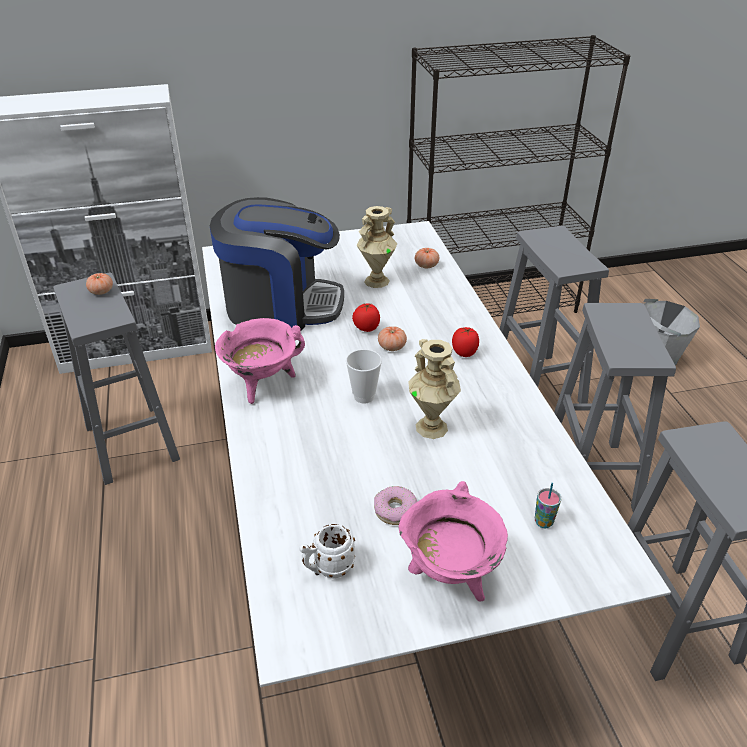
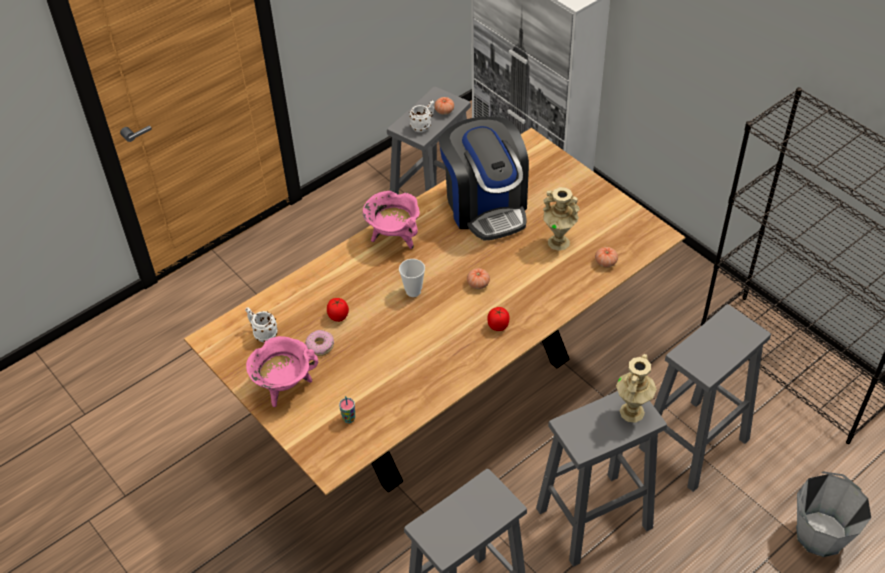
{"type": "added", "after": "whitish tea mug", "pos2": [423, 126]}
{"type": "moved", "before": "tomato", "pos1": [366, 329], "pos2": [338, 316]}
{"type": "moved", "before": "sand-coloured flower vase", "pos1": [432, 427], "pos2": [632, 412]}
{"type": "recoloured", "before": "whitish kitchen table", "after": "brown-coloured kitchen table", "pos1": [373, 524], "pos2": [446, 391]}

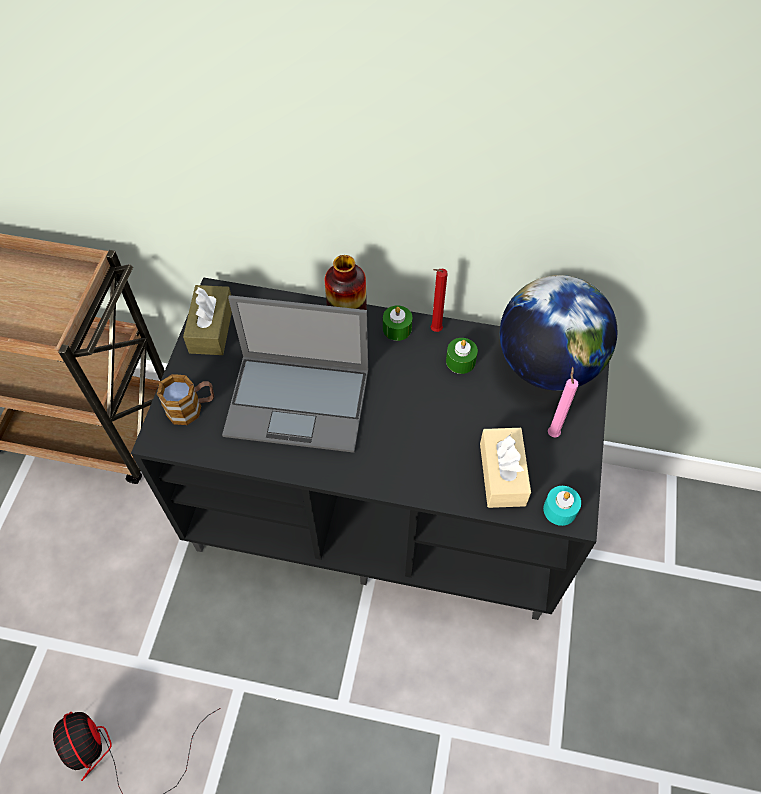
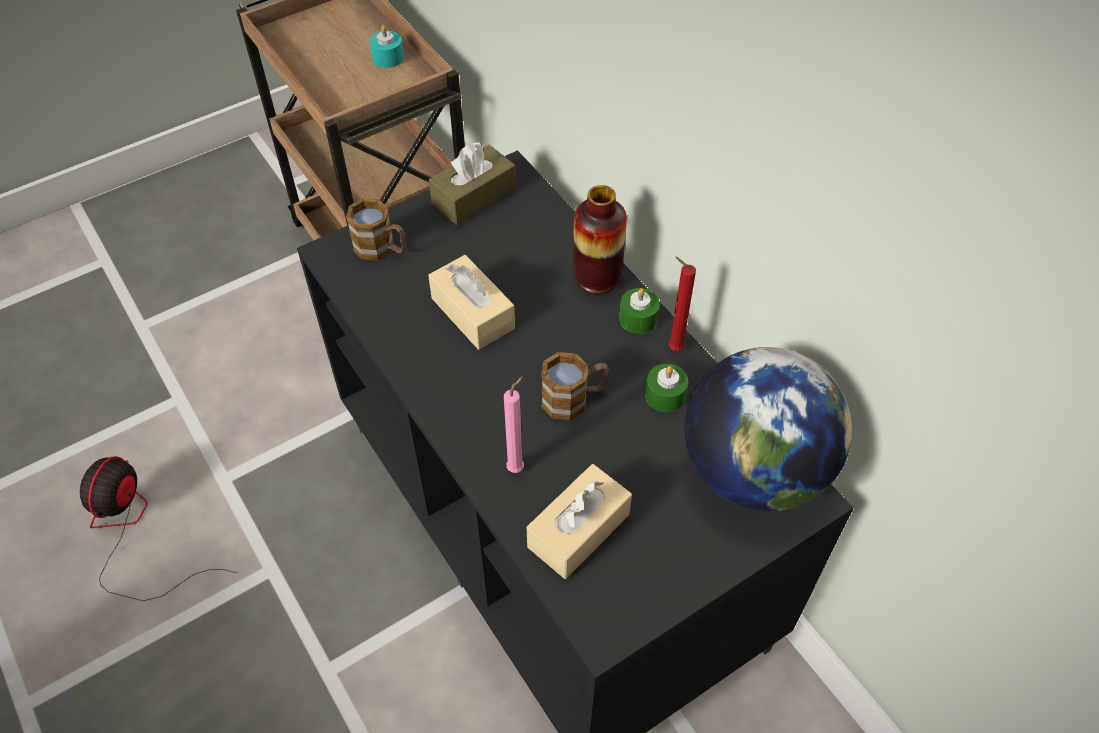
{"type": "added", "after": "tea mug", "pos2": [574, 399]}
{"type": "moved", "before": "blue-green wax light", "pos1": [559, 510], "pos2": [388, 58]}
{"type": "moved", "before": "pink wax light", "pos1": [553, 432], "pos2": [517, 467]}
{"type": "replaced", "before": "laptop", "after": "sand-coloured tissue box", "pos1": [299, 402], "pos2": [472, 313]}

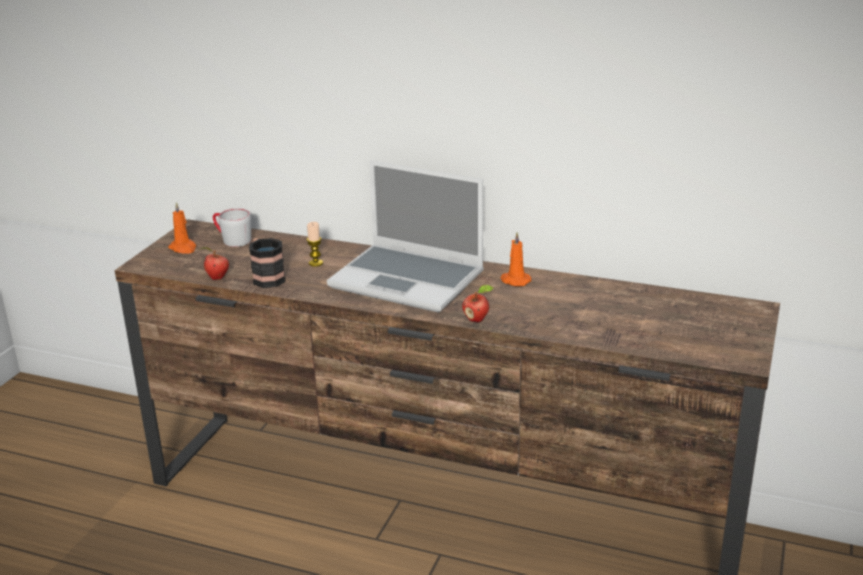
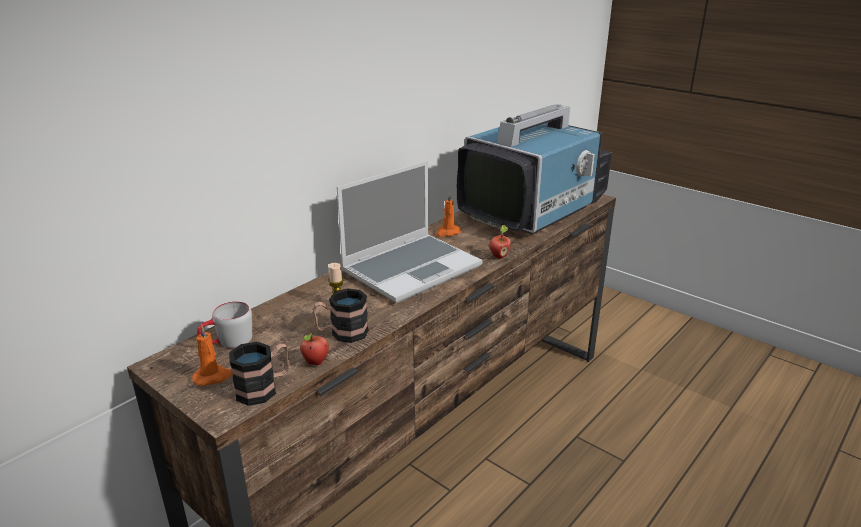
{"type": "added", "after": "tea mug", "pos2": [264, 388]}
{"type": "added", "after": "TV set", "pos2": [534, 210]}

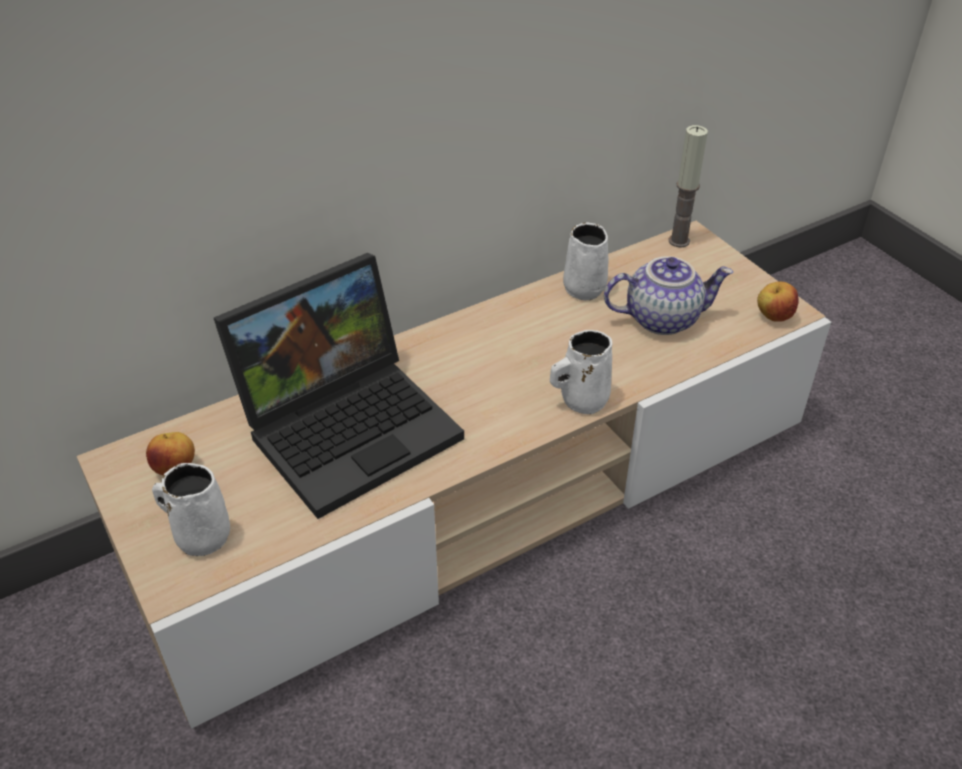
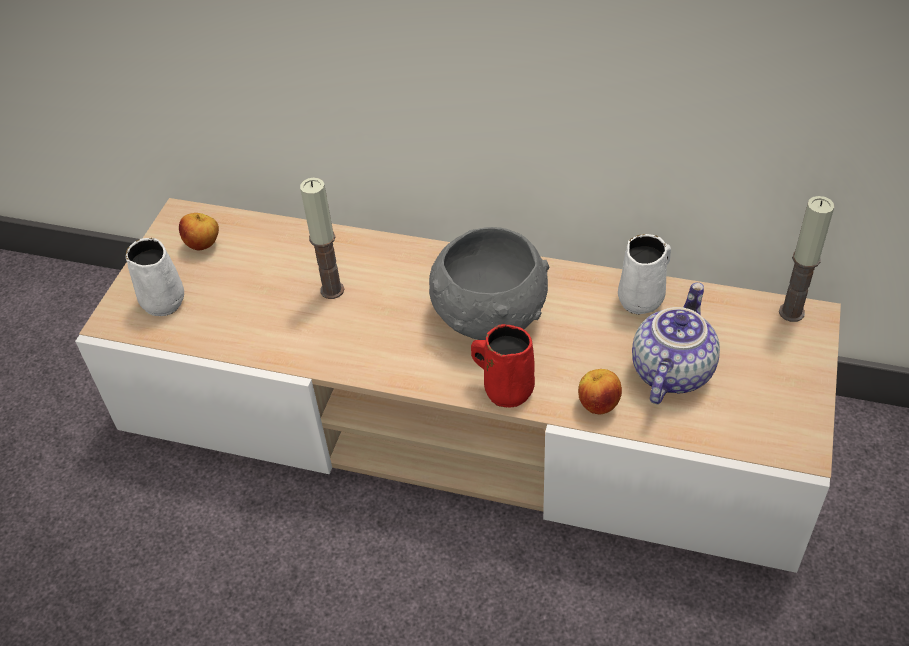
{"type": "added", "after": "grey bowl", "pos2": [488, 315]}
{"type": "moved", "before": "whole apple", "pos1": [773, 317], "pos2": [598, 405]}
{"type": "replaced", "before": "laptop", "after": "wax light", "pos1": [351, 425], "pos2": [332, 290]}
{"type": "recoloured", "before": "whitish tea mug", "after": "reddish tea mug", "pos1": [581, 400], "pos2": [506, 389]}
{"type": "turned", "before": "pot for tea", "pos1": [662, 318], "pos2": [670, 370], "turn": -105}

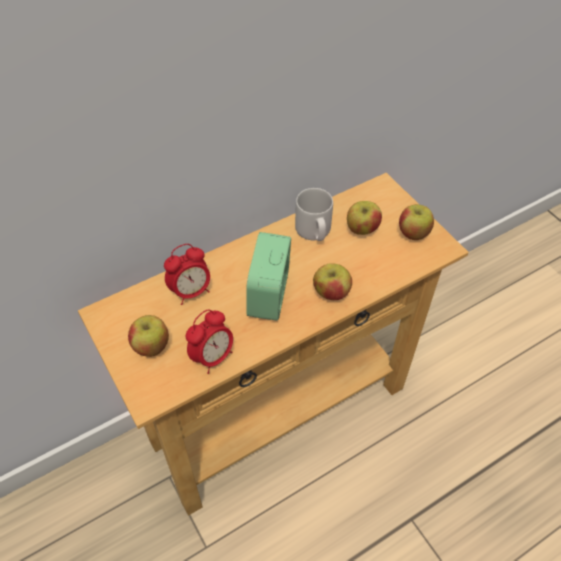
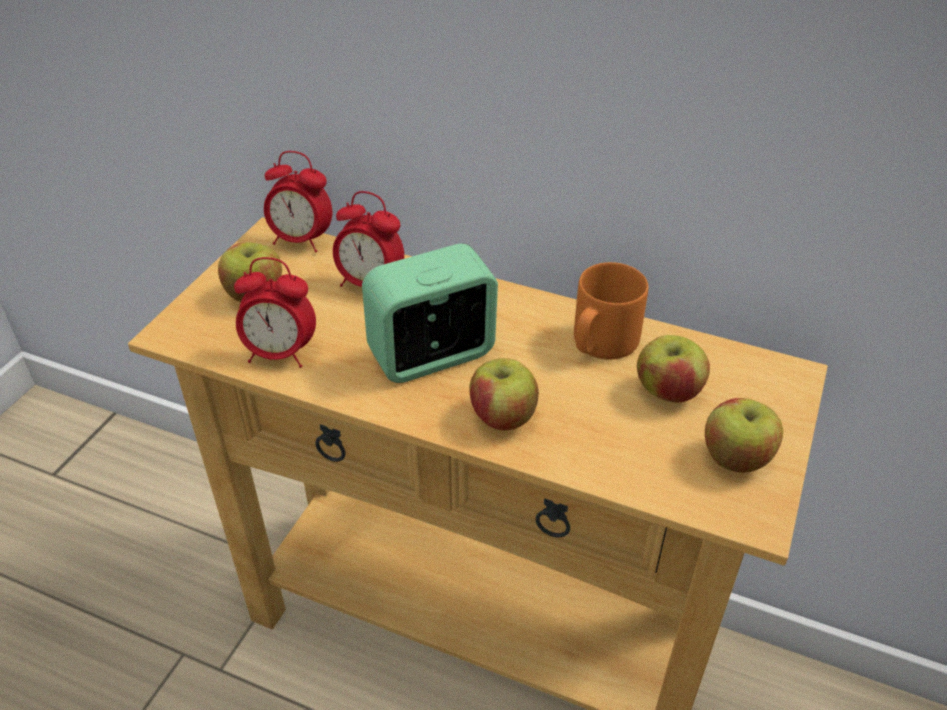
{"type": "added", "after": "table clock", "pos2": [301, 241]}
{"type": "recoloured", "before": "grey tea mug", "after": "orangey tea mug", "pos1": [314, 231], "pos2": [601, 344]}

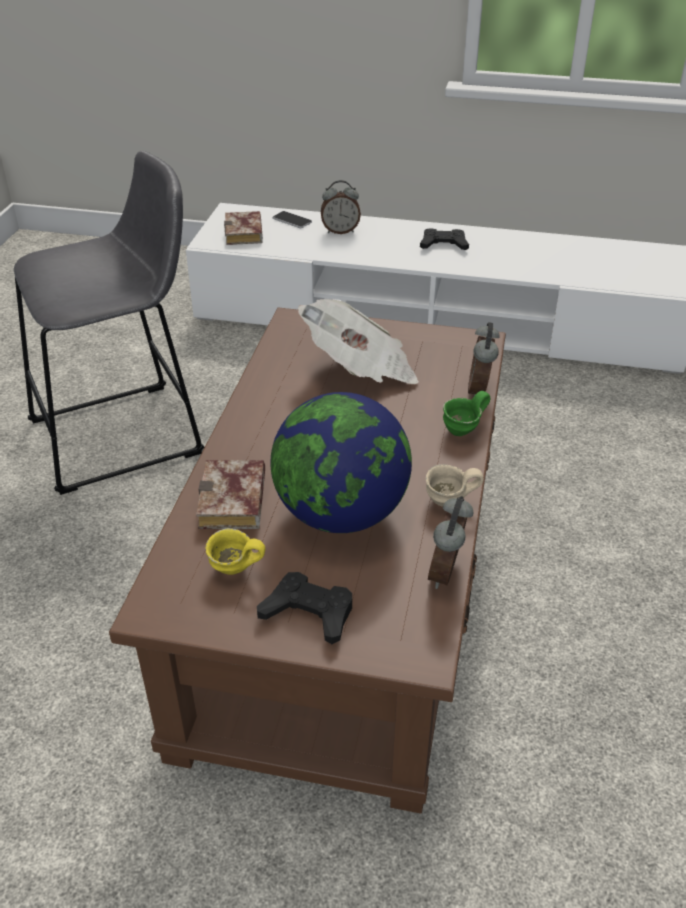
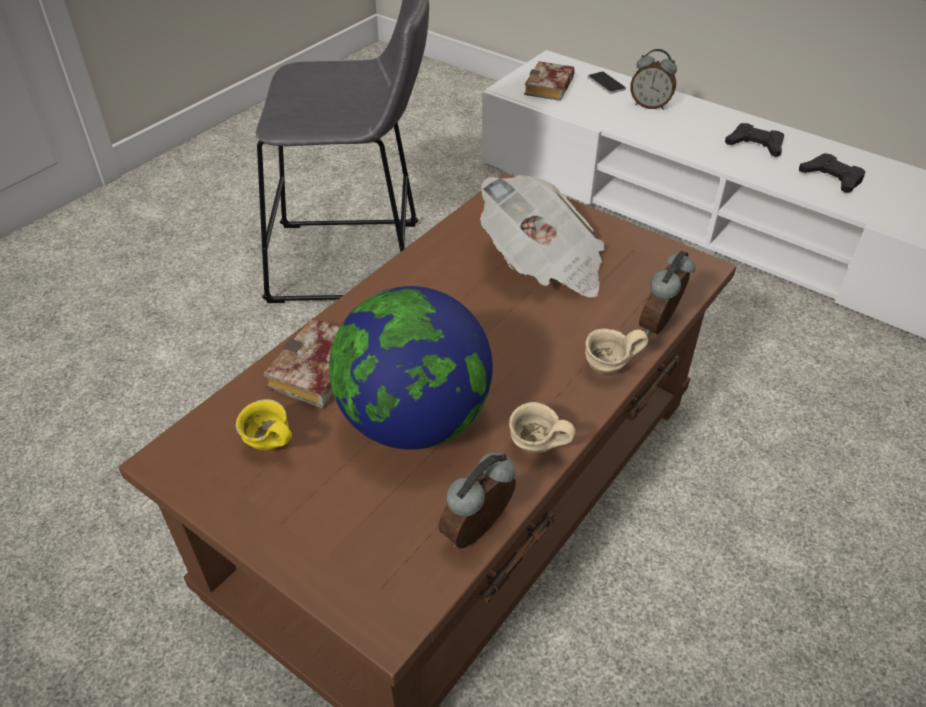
{"type": "moved", "before": "black game controller", "pos1": [309, 613], "pos2": [831, 178]}
{"type": "recoloured", "before": "green tea mug", "after": "sand-coloured tea mug", "pos1": [464, 432], "pos2": [610, 370]}

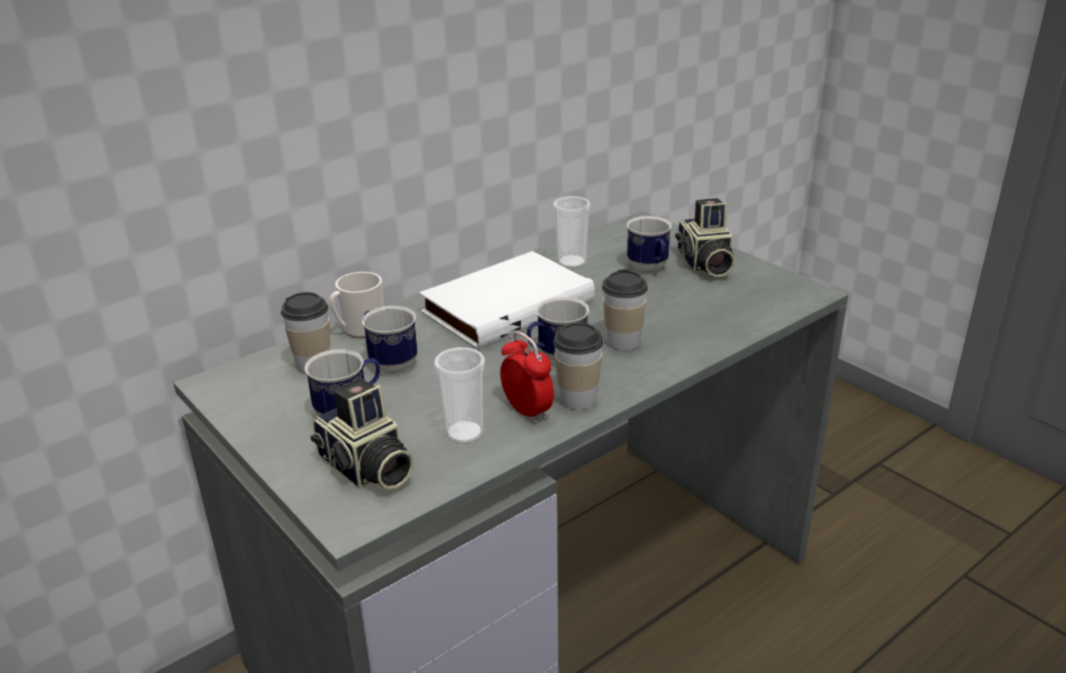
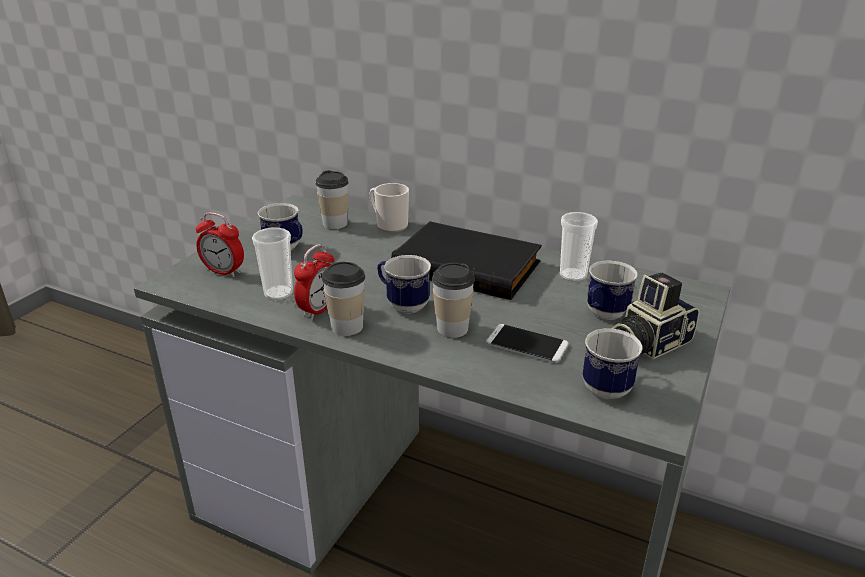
{"type": "added", "after": "phone", "pos2": [527, 344]}
{"type": "moved", "before": "tea mug", "pos1": [389, 362], "pos2": [608, 384]}
{"type": "replaced", "before": "still camera", "after": "table clock", "pos1": [366, 469], "pos2": [224, 272]}
{"type": "recoloured", "before": "whitish volume", "after": "black volume", "pos1": [506, 305], "pos2": [469, 266]}

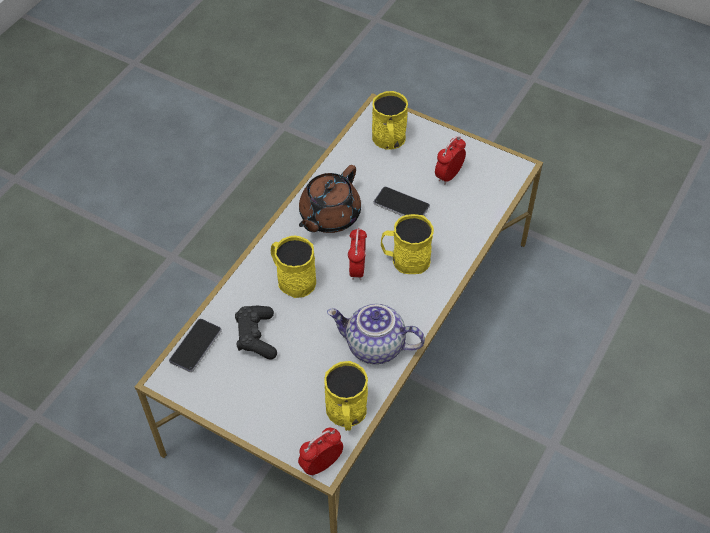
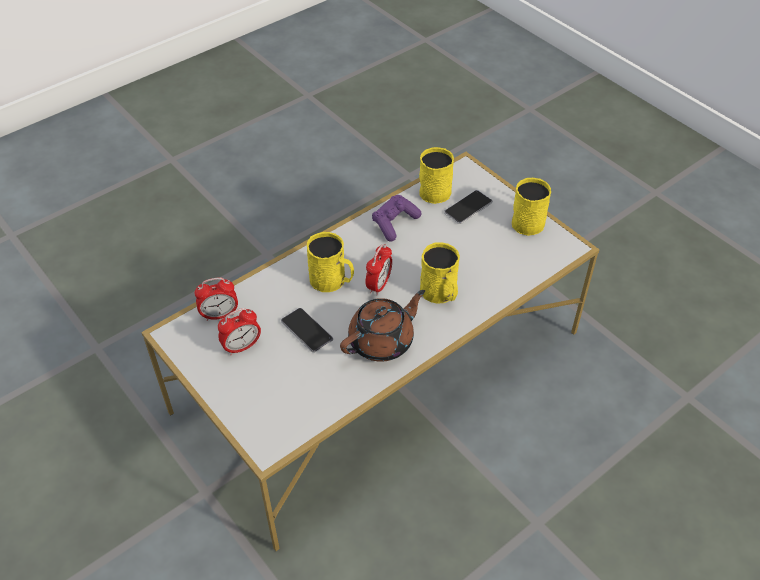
{"type": "removed", "before": "black game controller", "pos1": [256, 337]}
{"type": "moved", "before": "phone", "pos1": [195, 346], "pos2": [468, 208]}
{"type": "moved", "before": "table clock", "pos1": [321, 464], "pos2": [219, 315]}
{"type": "moved", "before": "yellowish tea mug", "pos1": [389, 141], "pos2": [528, 219]}
{"type": "replaced", "before": "pot for tea", "after": "purple game controller", "pos1": [374, 347], "pos2": [394, 223]}

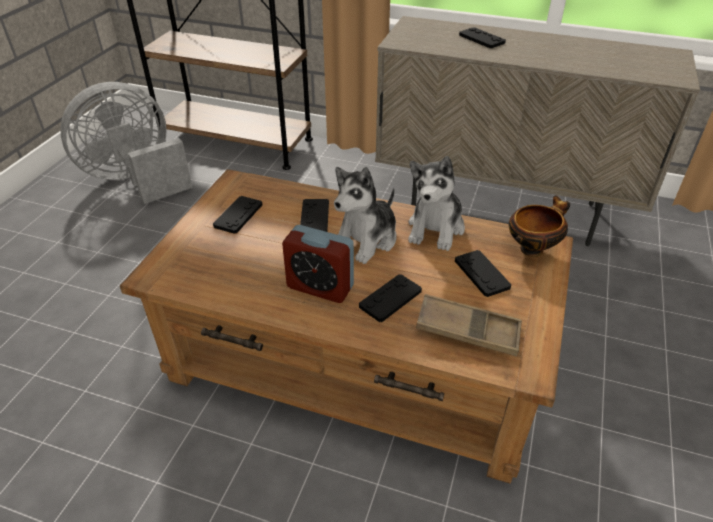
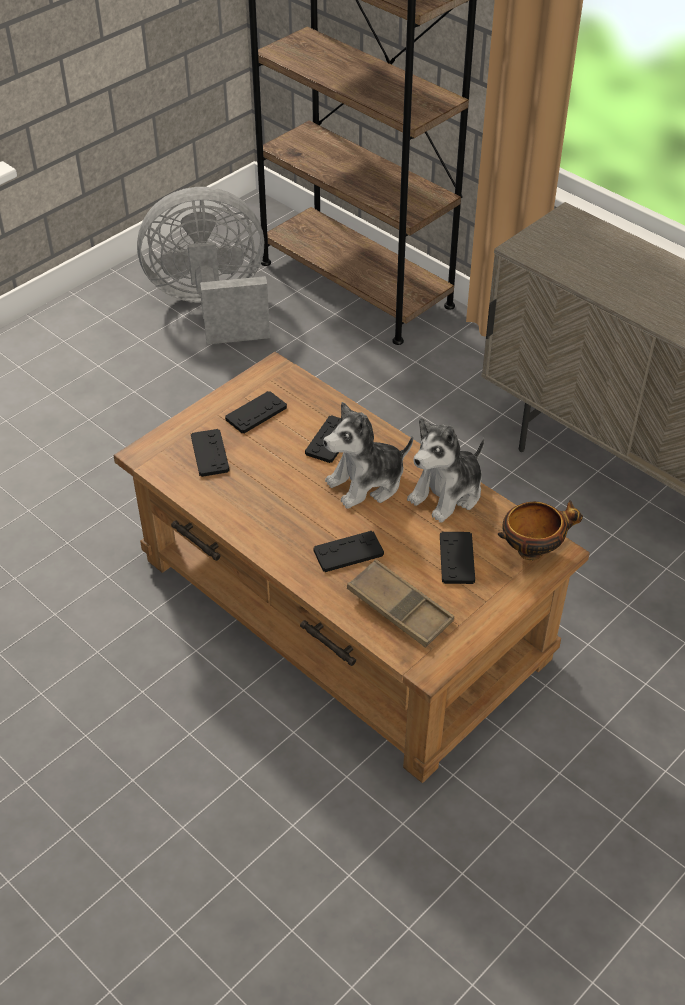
{"type": "removed", "before": "table clock", "pos1": [320, 287]}
{"type": "moved", "before": "black game controller", "pos1": [481, 39], "pos2": [210, 453]}

